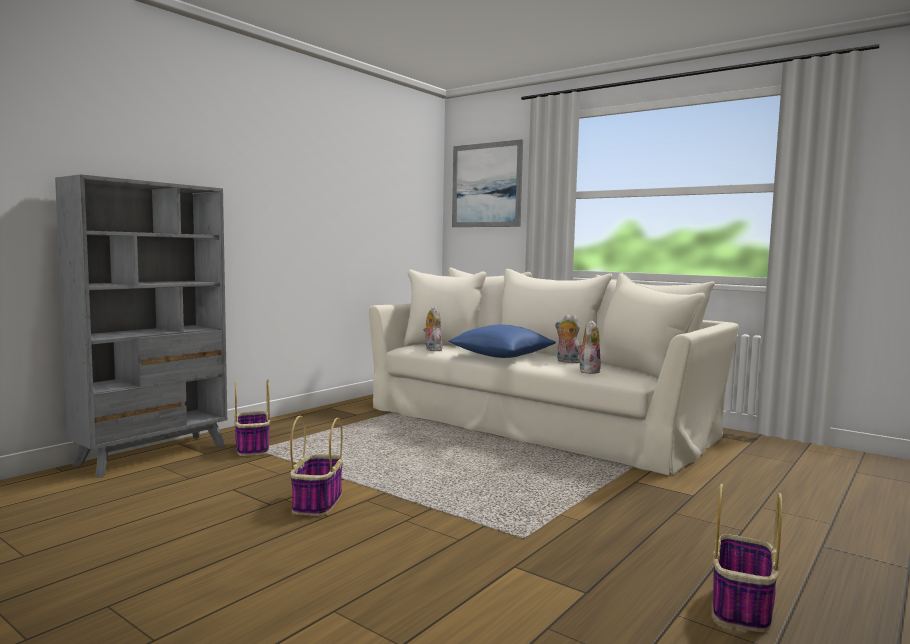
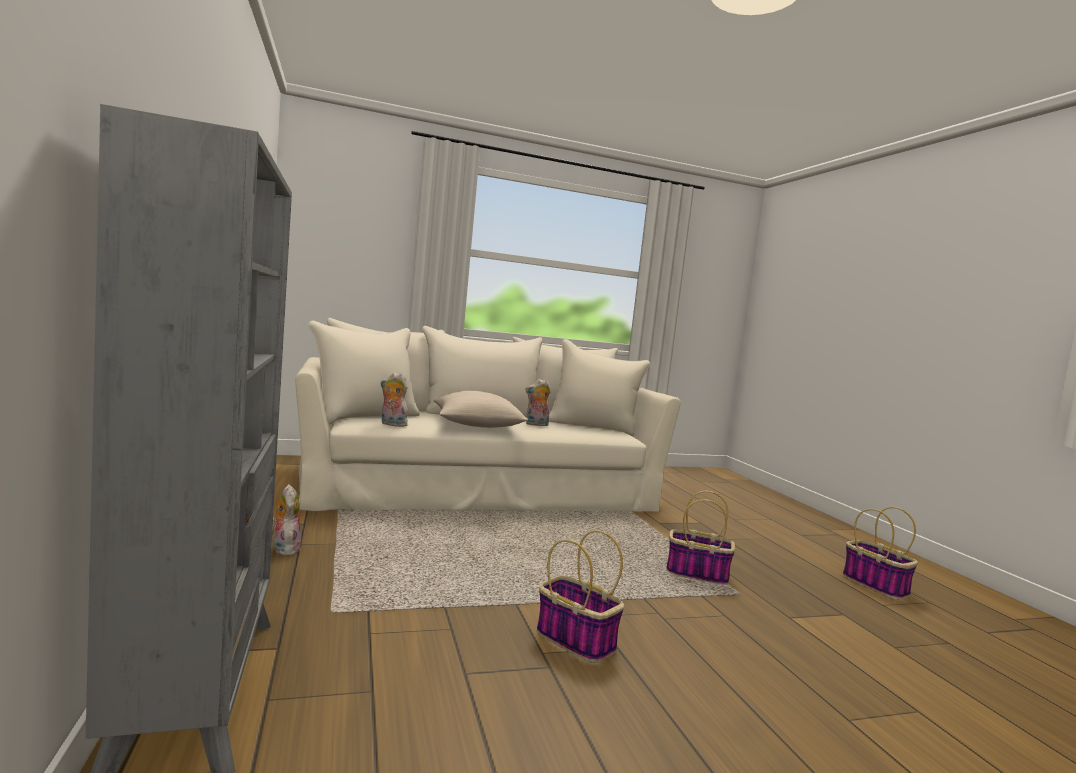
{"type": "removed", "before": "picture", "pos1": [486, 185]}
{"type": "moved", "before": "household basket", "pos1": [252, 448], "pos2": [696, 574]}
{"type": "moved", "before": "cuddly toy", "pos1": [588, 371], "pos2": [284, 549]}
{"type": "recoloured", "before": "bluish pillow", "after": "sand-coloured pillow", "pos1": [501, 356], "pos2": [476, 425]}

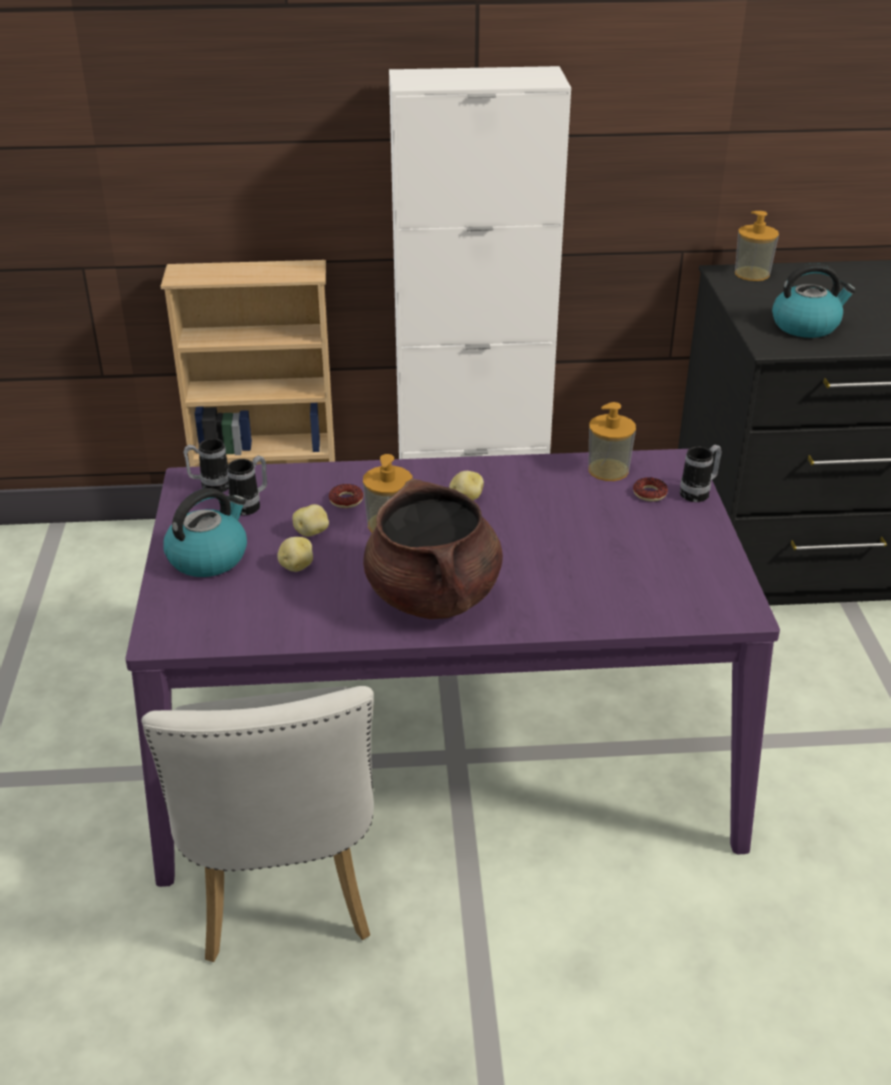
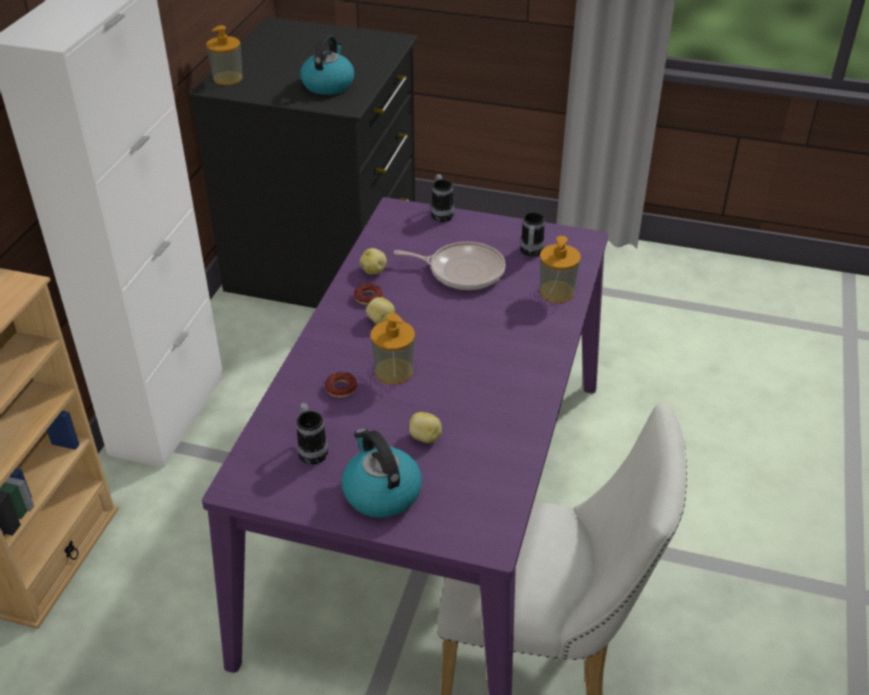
{"type": "removed", "before": "brown-coloured saucepot", "pos1": [433, 596]}
{"type": "added", "after": "skillet", "pos2": [462, 271]}
{"type": "moved", "before": "tea mug", "pos1": [210, 487], "pos2": [530, 253]}
{"type": "moved", "before": "spud", "pos1": [312, 532], "pos2": [374, 270]}
{"type": "moved", "before": "soap dispenser", "pos1": [608, 470], "pos2": [556, 292]}
{"type": "moved", "before": "ring doughnut", "pos1": [649, 493], "pos2": [368, 297]}

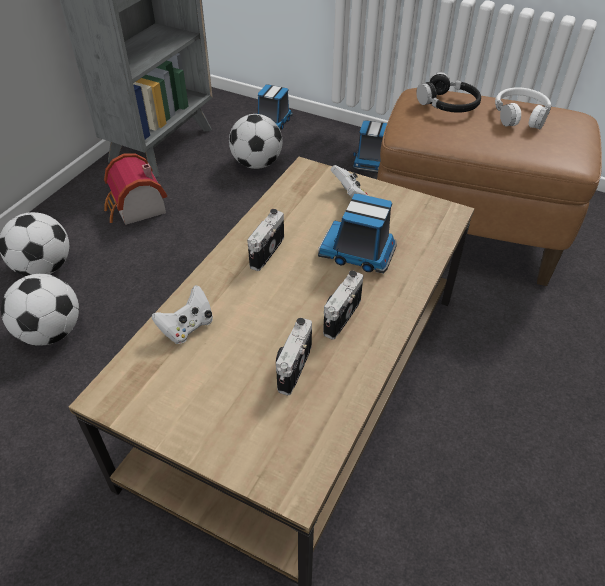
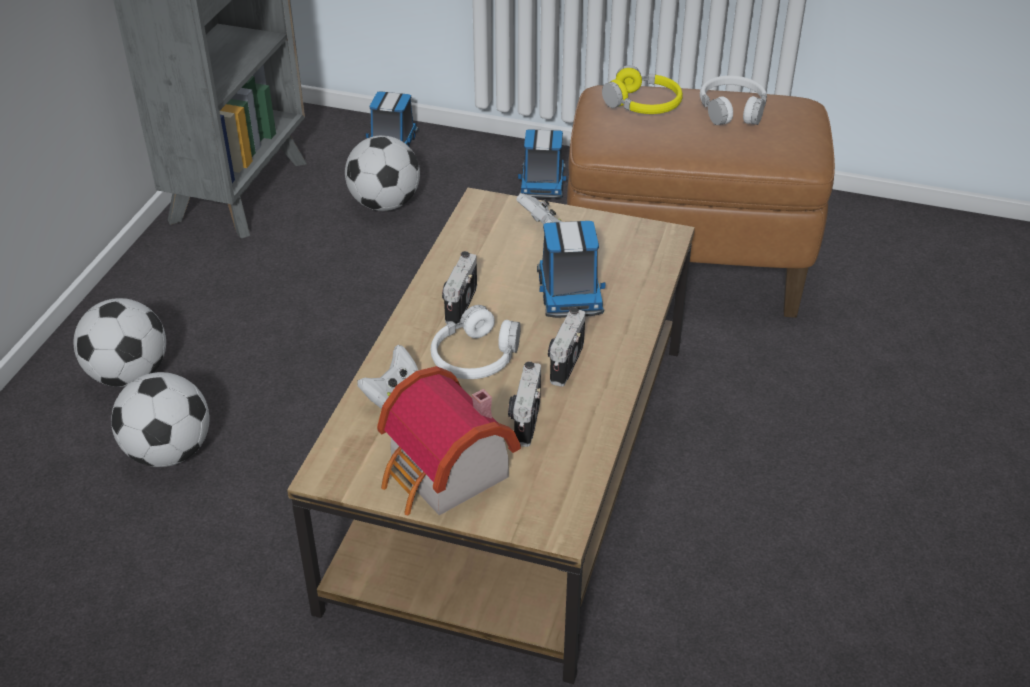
{"type": "added", "after": "whitish headset", "pos2": [475, 357]}
{"type": "moved", "before": "toy house", "pos1": [136, 209], "pos2": [445, 476]}
{"type": "recoloured", "before": "black headset", "after": "yellowish headset", "pos1": [448, 104], "pos2": [643, 104]}
{"type": "turned", "before": "toy lorry", "pos1": [358, 253], "pos2": [569, 292], "turn": -105}

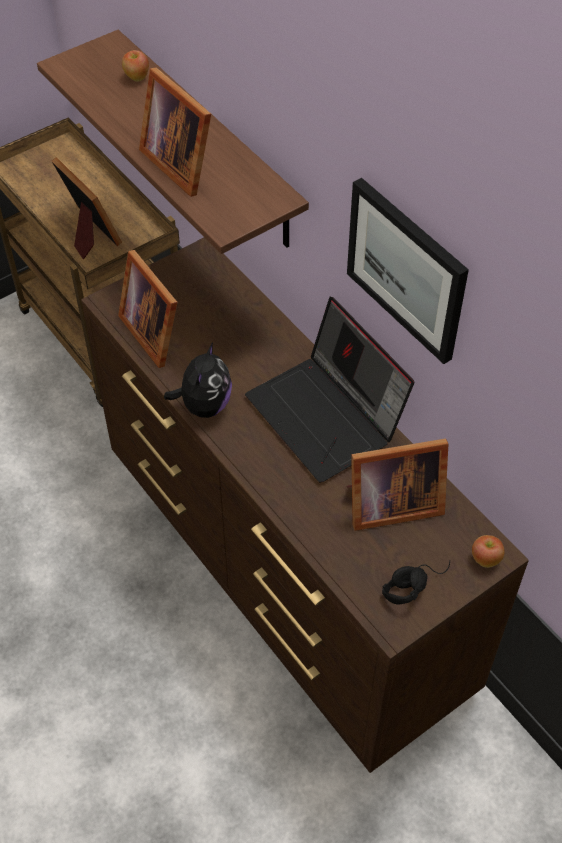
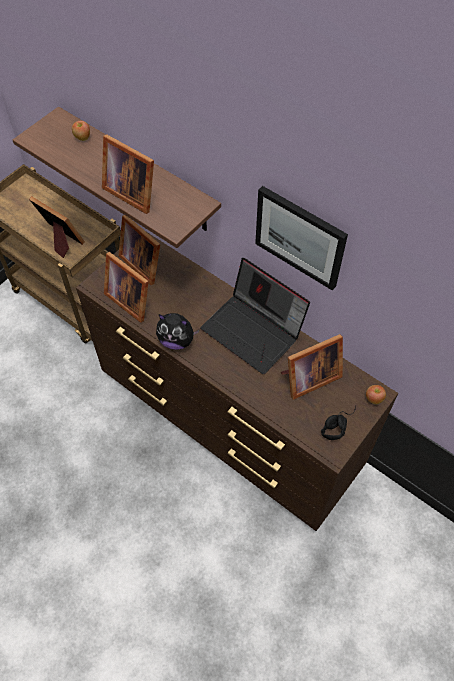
{"type": "added", "after": "picture frame", "pos2": [143, 262]}
{"type": "turned", "before": "cuddly toy", "pos1": [204, 405], "pos2": [176, 340], "turn": 105}

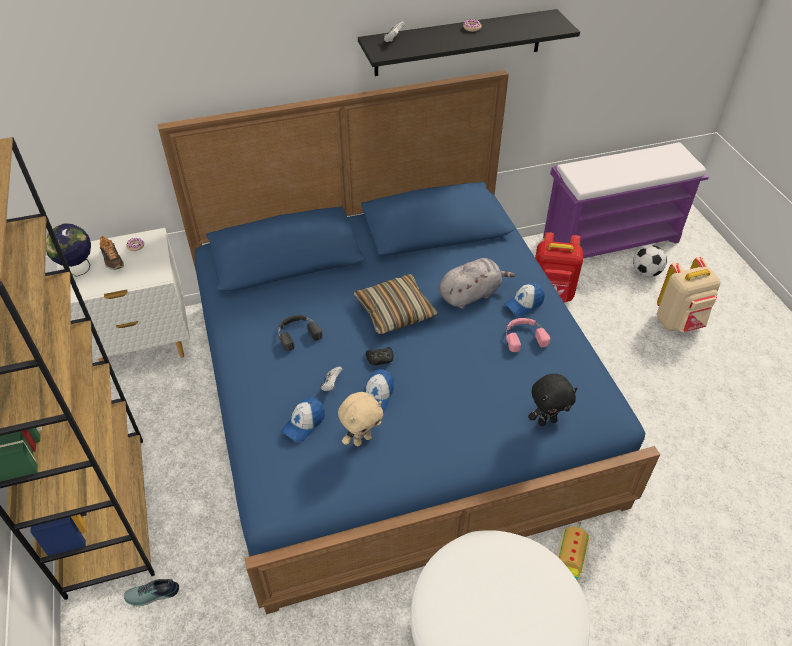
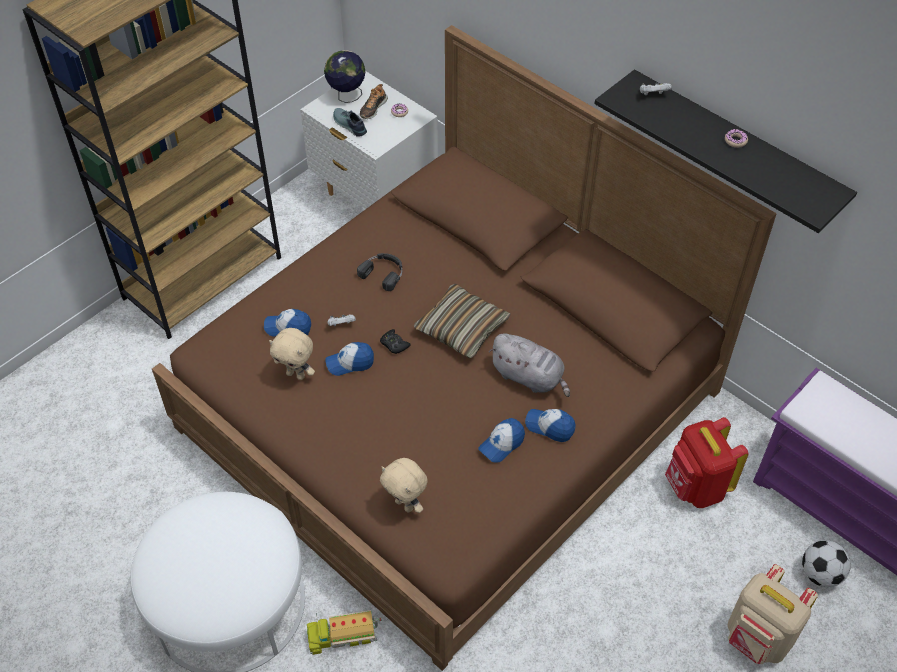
{"type": "moved", "before": "item of footwear", "pos1": [152, 595], "pos2": [349, 125]}
{"type": "replaced", "before": "pink headset", "after": "peaked cap", "pos1": [524, 336], "pos2": [502, 444]}
{"type": "recoloured", "before": "bluish bedroom bed", "after": "brown-coloured bedroom bed", "pos1": [395, 394], "pos2": [449, 408]}
{"type": "recoloured", "before": "black cuddly toy", "after": "sand-coloured cuddly toy", "pos1": [547, 420], "pos2": [405, 504]}

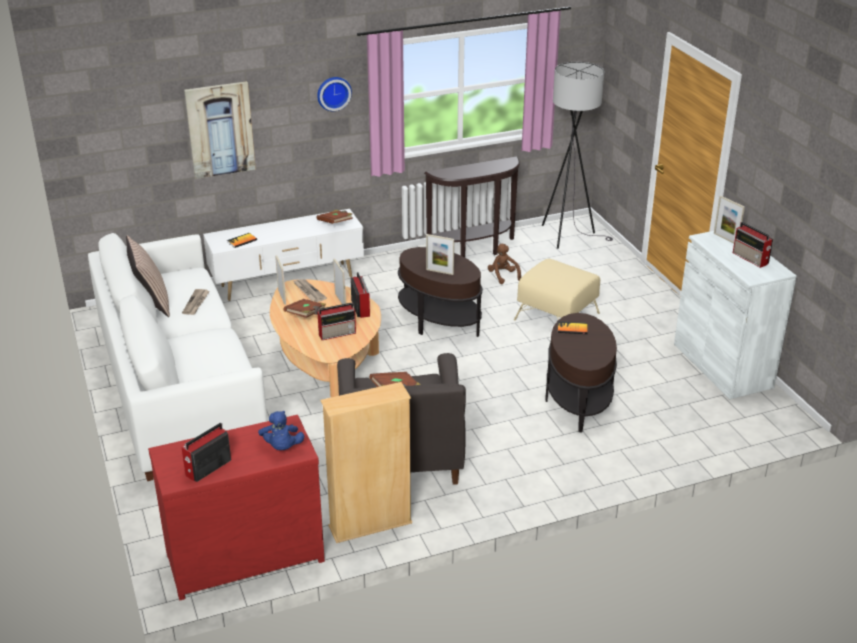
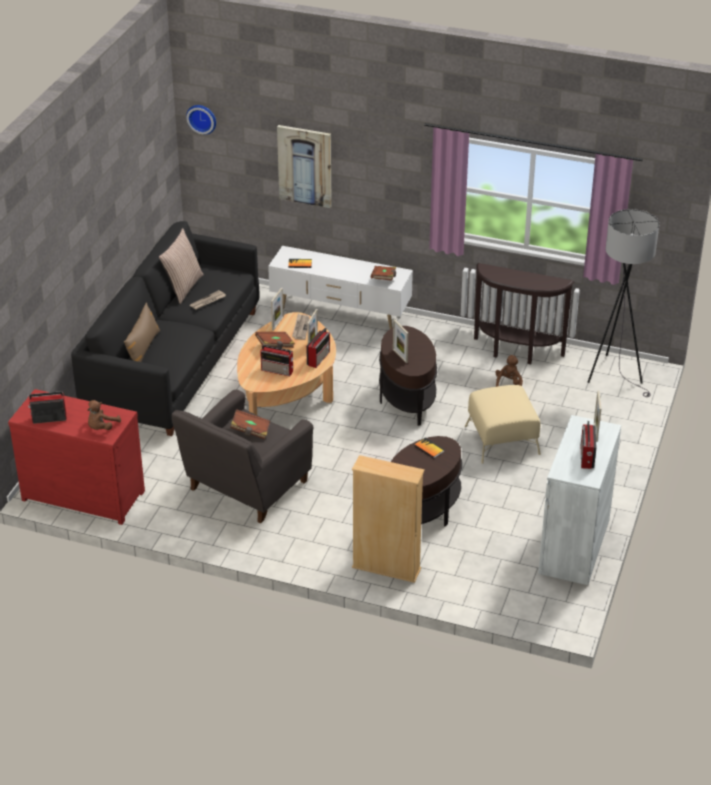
{"type": "added", "after": "brown-coloured pillow", "pos2": [143, 349]}
{"type": "moved", "before": "wall clock", "pos1": [333, 93], "pos2": [202, 118]}
{"type": "moved", "before": "sand-coloured shelving unit", "pos1": [370, 525], "pos2": [386, 568]}
{"type": "recoloured", "before": "whitish settee", "after": "black settee", "pos1": [179, 389], "pos2": [173, 363]}
{"type": "recoloured", "before": "bluish cuddly toy", "after": "brown-coloured cuddly toy", "pos1": [282, 447], "pos2": [101, 427]}

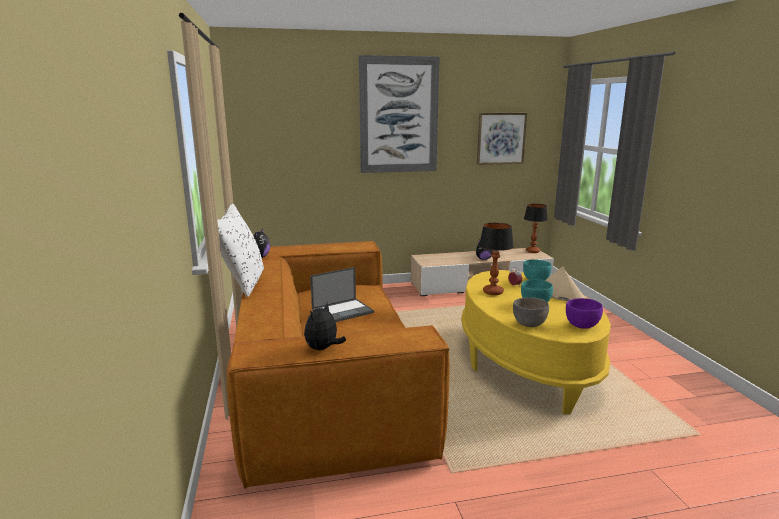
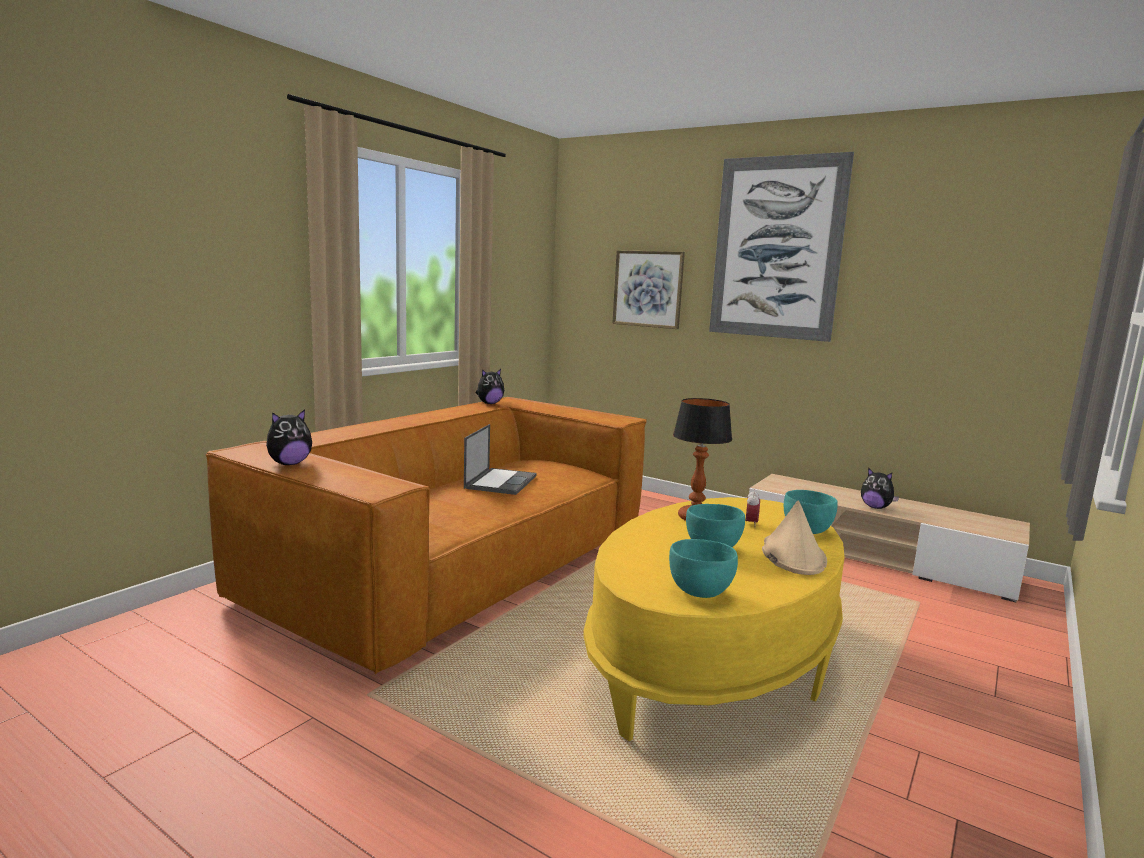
{"type": "removed", "before": "whitish pillow", "pos1": [243, 283]}
{"type": "removed", "before": "grey bowl", "pos1": [529, 324]}
{"type": "removed", "before": "tabletop lamp", "pos1": [533, 251]}
{"type": "moved", "before": "picture", "pos1": [501, 138], "pos2": [648, 289]}
{"type": "recoloured", "before": "purple bowl", "after": "blue-green bowl", "pos1": [582, 326], "pos2": [700, 592]}
{"type": "turned", "before": "cuddly toy", "pos1": [323, 349], "pos2": [289, 464], "turn": 150}
{"type": "turned", "before": "laptop", "pos1": [343, 311], "pos2": [501, 481], "turn": -90}

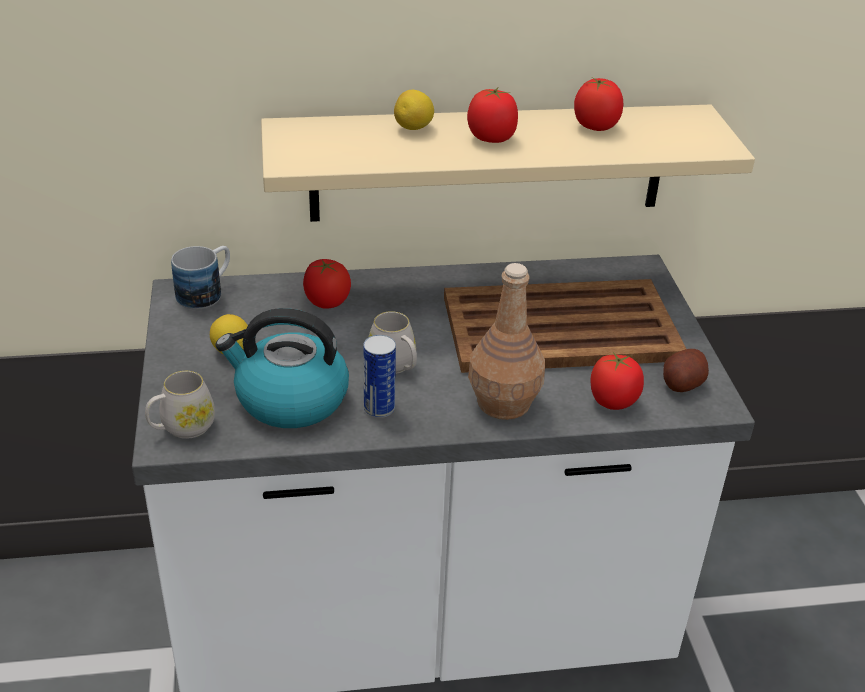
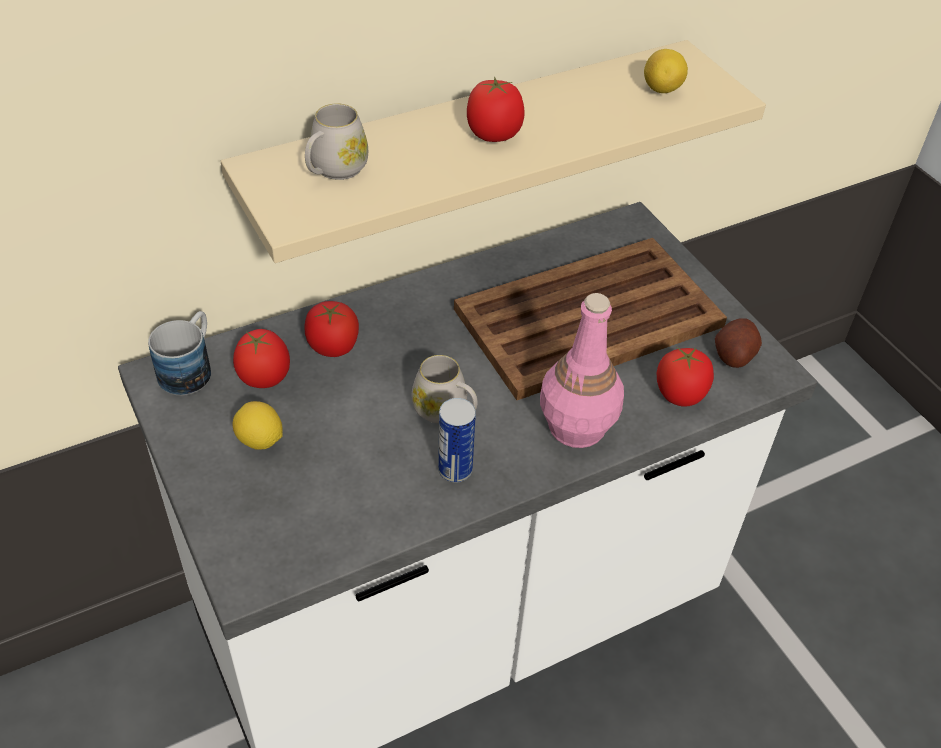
{"type": "removed", "before": "kettle", "pos1": [290, 400]}
{"type": "moved", "before": "whitish tea mug", "pos1": [182, 428], "pos2": [334, 170]}
{"type": "moved", "before": "citrus fruit", "pos1": [414, 128], "pos2": [662, 90]}
{"type": "moved", "before": "tomato", "pos1": [595, 127], "pos2": [264, 377]}
{"type": "recoloured", "before": "brown-coloured drink bottle", "after": "pink drink bottle", "pos1": [502, 402], "pos2": [575, 426]}

